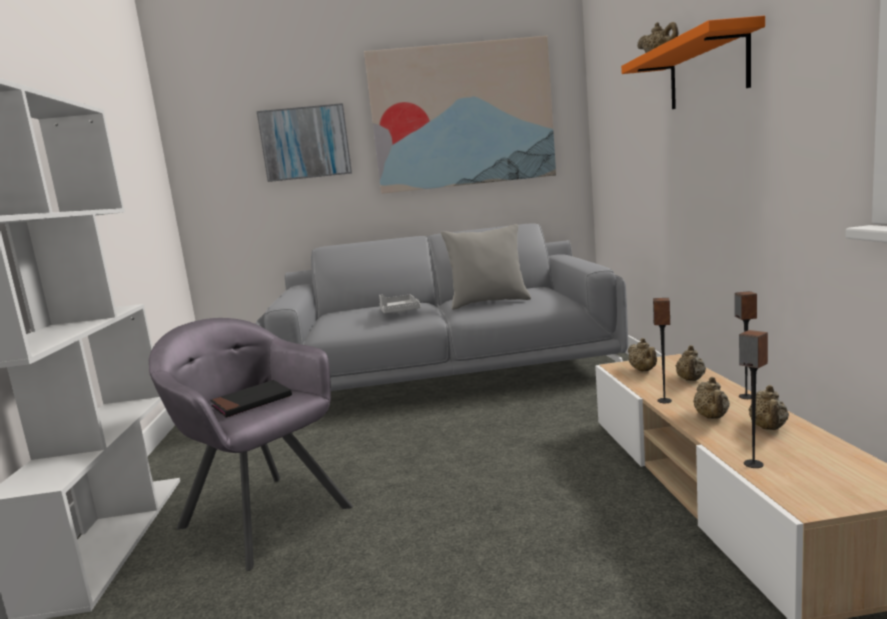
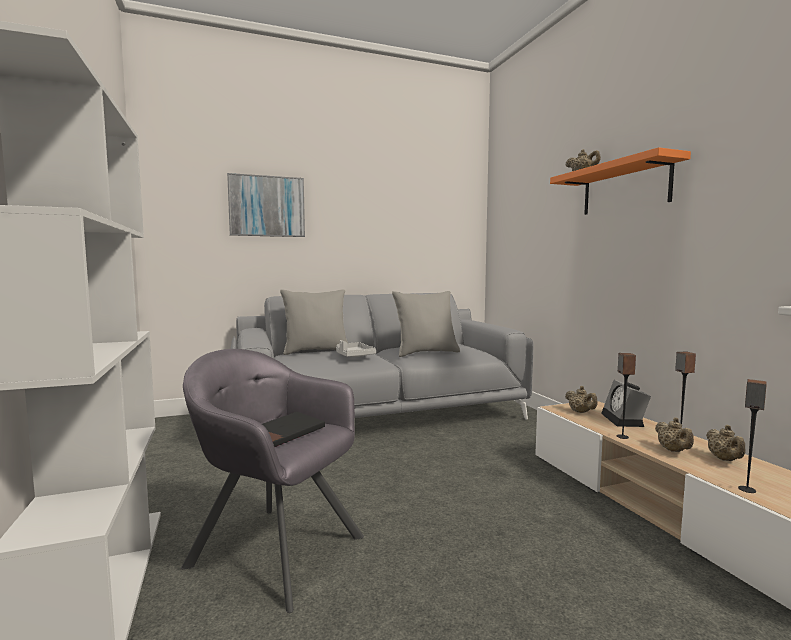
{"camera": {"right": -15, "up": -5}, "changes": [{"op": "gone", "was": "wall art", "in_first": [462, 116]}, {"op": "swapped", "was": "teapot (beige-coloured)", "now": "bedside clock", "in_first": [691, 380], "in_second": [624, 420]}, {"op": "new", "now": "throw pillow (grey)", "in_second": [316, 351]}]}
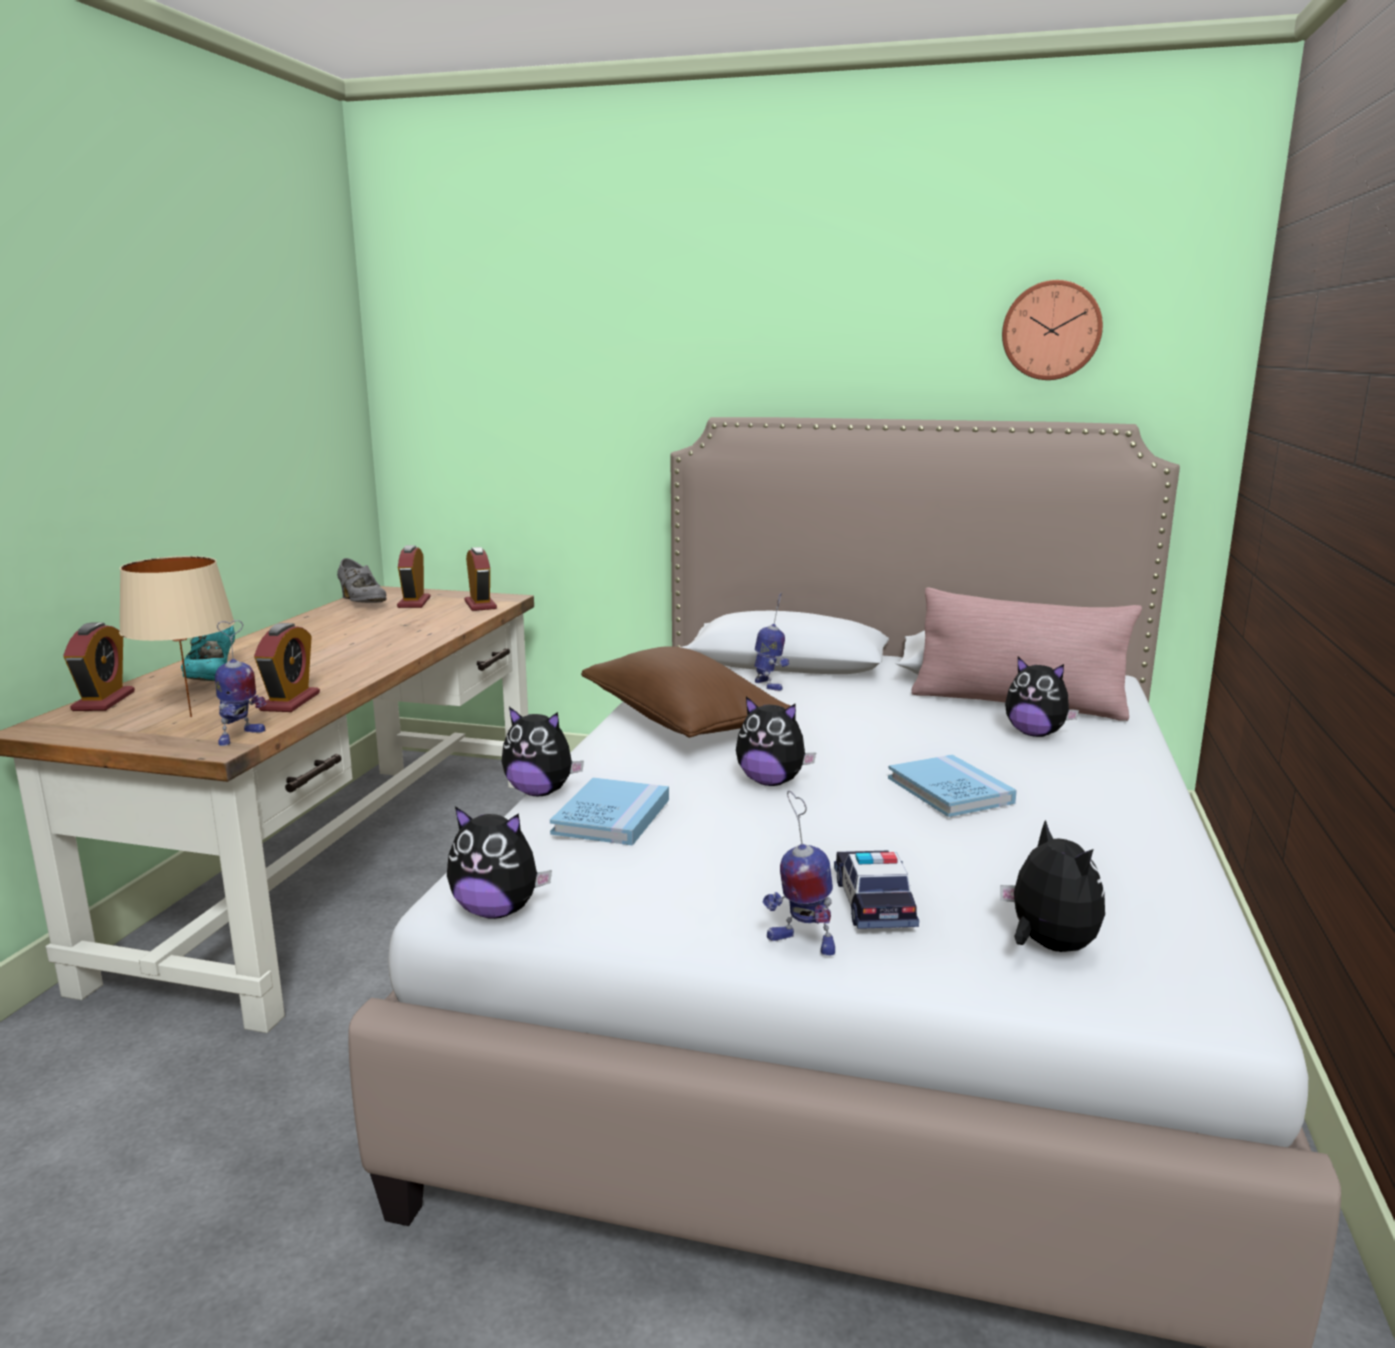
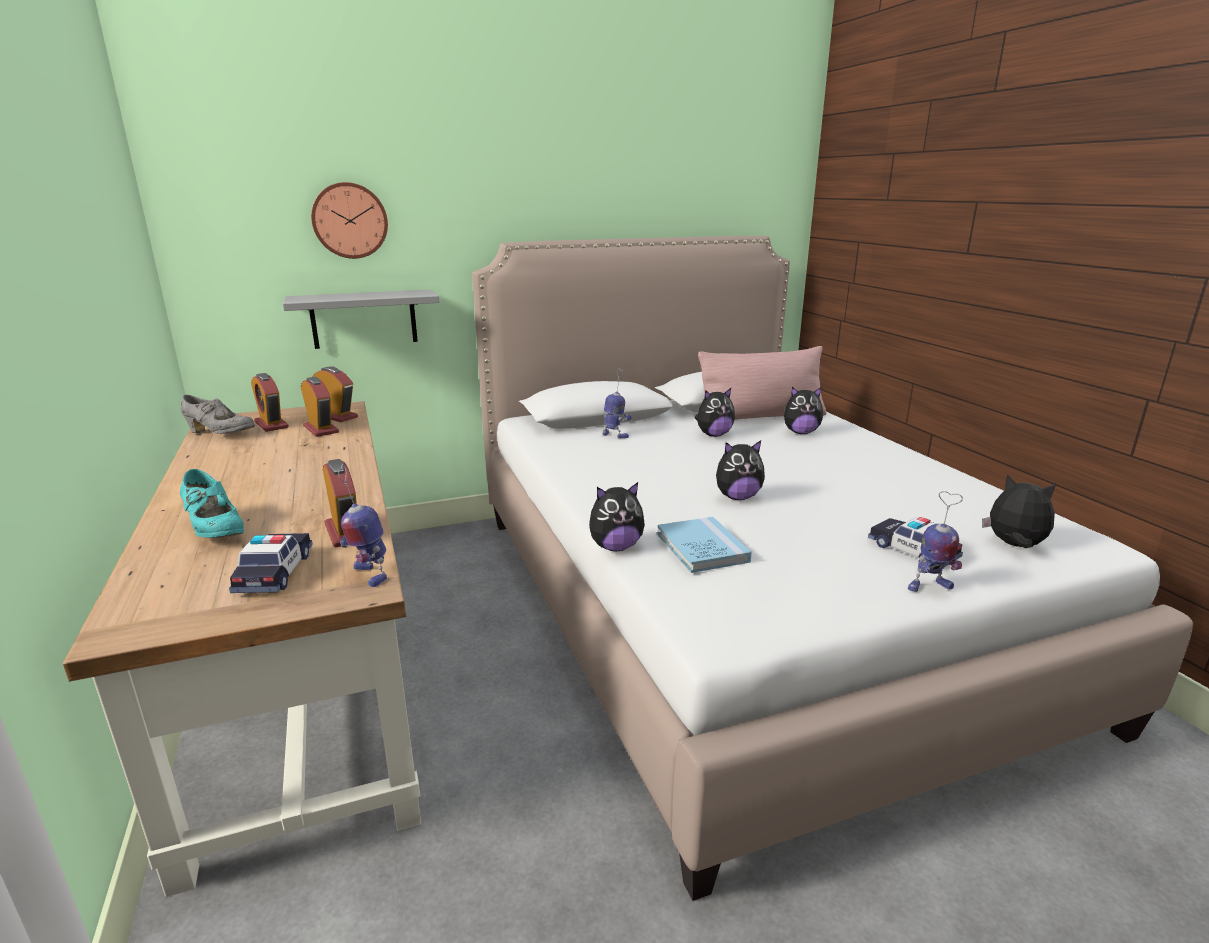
{"camera": {"right": -35, "up": 5}, "changes": [{"op": "shifted", "was": "hanging clock", "in_first": [1051, 330], "in_second": [350, 220]}, {"op": "swapped", "was": "table lamp (beige-coloured)", "now": "toy car", "in_first": [189, 717], "in_second": [275, 572]}, {"op": "rotated", "was": "toy robot", "in_first": [240, 737], "in_second": [368, 574], "clockwise": 150}, {"op": "shifted", "was": "bedside clock", "in_first": [103, 701], "in_second": [321, 429]}, {"op": "gone", "was": "throw pillow (brownish)", "in_first": [682, 722]}, {"op": "gone", "was": "book (blue)", "in_first": [949, 790]}, {"op": "shifted", "was": "plush toy", "in_first": [497, 911], "in_second": [713, 435]}, {"op": "new", "now": "bracket shelf (grey)", "in_second": [364, 319]}]}
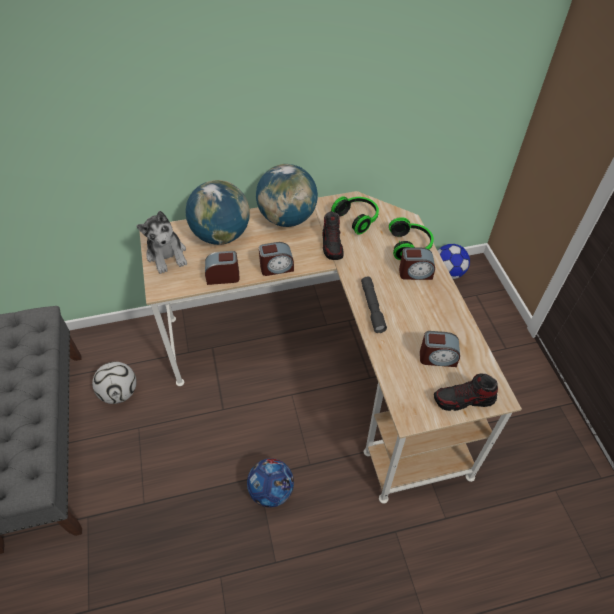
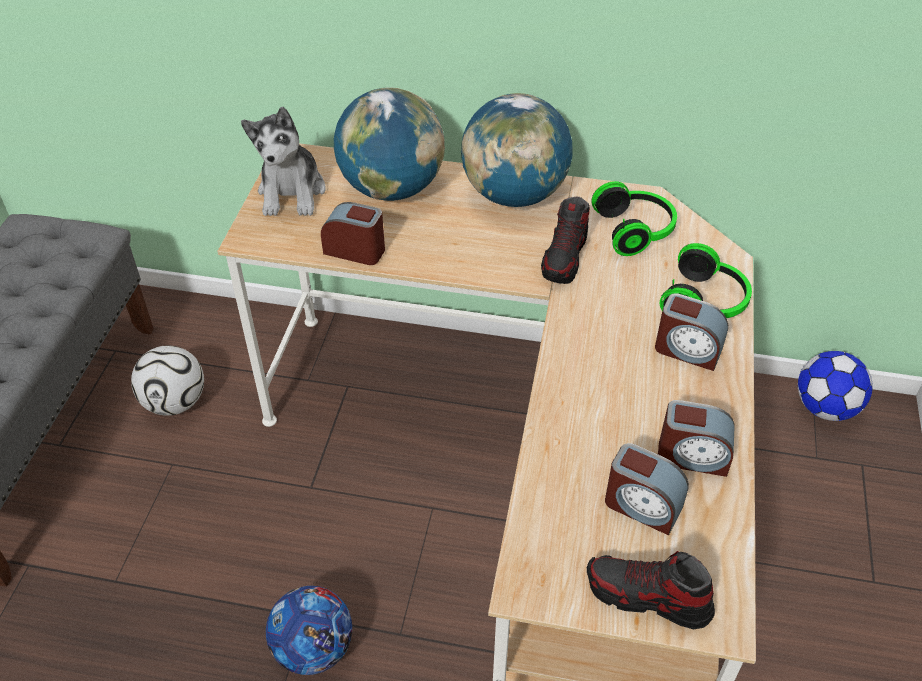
{"camera": {"right": 25, "up": -5}, "changes": [{"op": "shifted", "was": "bedside clock", "in_first": [276, 267], "in_second": [692, 456]}, {"op": "gone", "was": "flashlight (grey)", "in_first": [372, 307]}]}
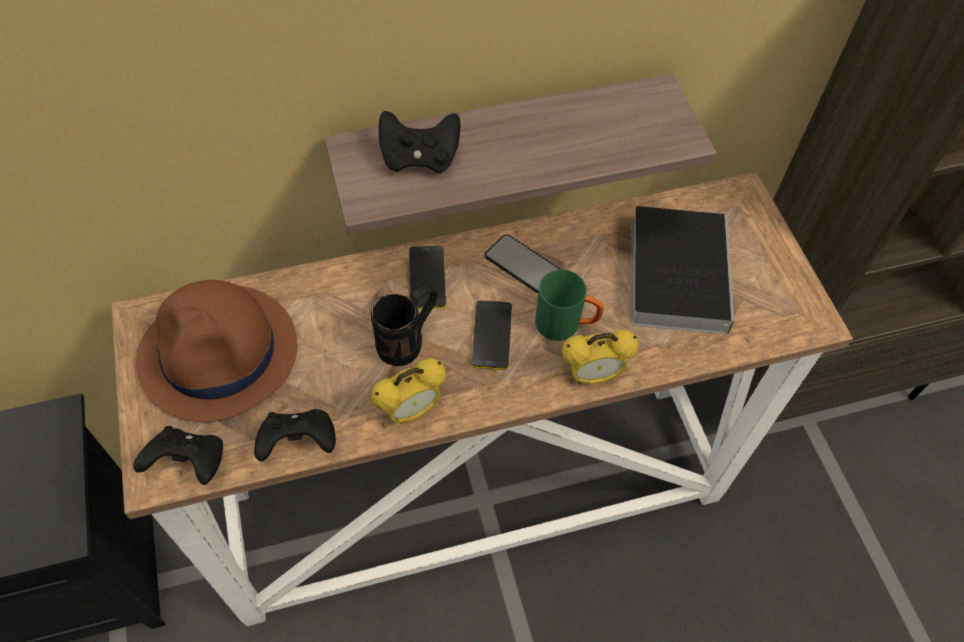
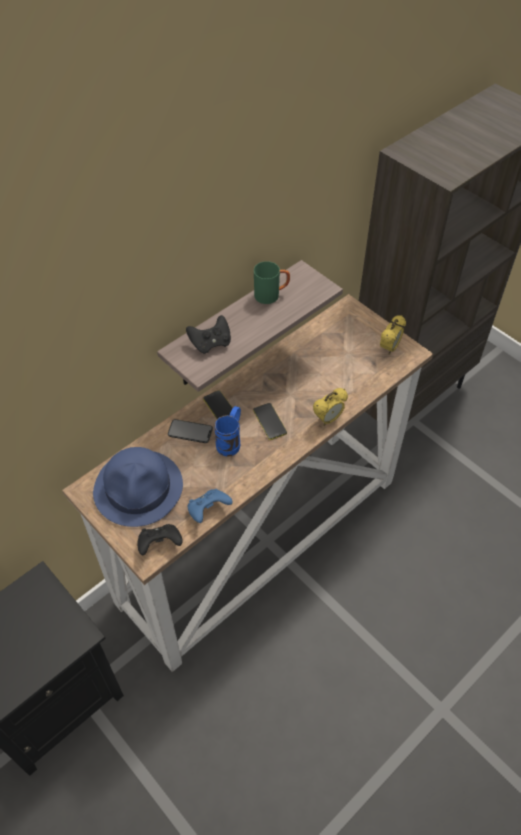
{"camera": {"right": -25, "up": -5}, "changes": [{"op": "gone", "was": "book", "in_first": [676, 271]}, {"op": "shifted", "was": "telephone", "in_first": [522, 264], "in_second": [190, 431]}, {"op": "shifted", "was": "mug (green-coloured)", "in_first": [566, 325], "in_second": [271, 295]}, {"op": "repainted", "was": "wearable hat (brownish)", "now": "wearable hat (blue)", "in_first": [220, 353], "in_second": [139, 488]}, {"op": "repainted", "was": "mug (black-coloured)", "now": "mug (blue)", "in_first": [408, 342], "in_second": [231, 442]}, {"op": "shifted", "was": "bedside clock", "in_first": [411, 411], "in_second": [389, 348]}, {"op": "repainted", "was": "game controller (black-coloured)", "now": "game controller (blue)", "in_first": [299, 443], "in_second": [208, 510]}]}
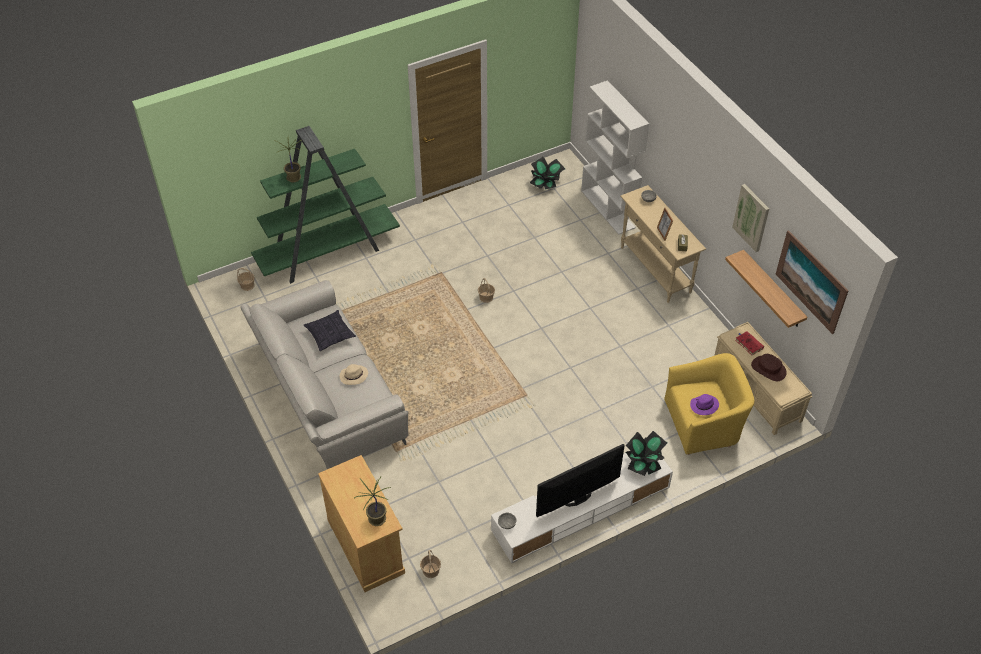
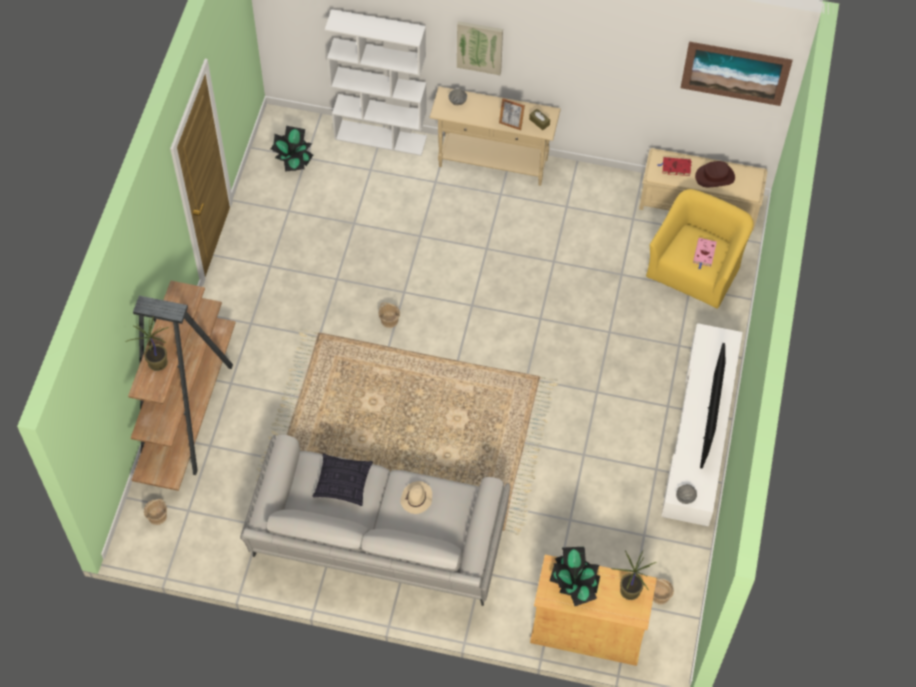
{"camera": {"right": -50, "up": 10}, "changes": [{"op": "repainted", "was": "bookshelf (green-coloured)", "now": "bookshelf (brownish)", "in_first": [328, 252], "in_second": [188, 411]}, {"op": "shifted", "was": "wall art", "in_first": [751, 217], "in_second": [479, 47]}, {"op": "gone", "was": "bracket shelf", "in_first": [772, 290]}, {"op": "swapped", "was": "wearable hat (purple-coloured)", "now": "book (pink-coloured)", "in_first": [704, 406], "in_second": [704, 254]}, {"op": "shifted", "was": "houseplant", "in_first": [643, 462], "in_second": [574, 584]}]}
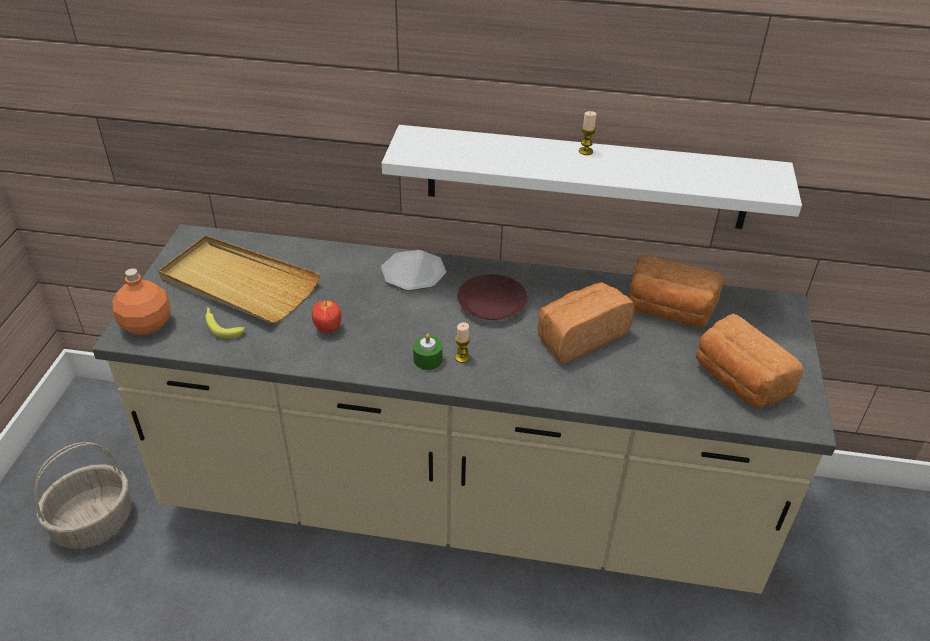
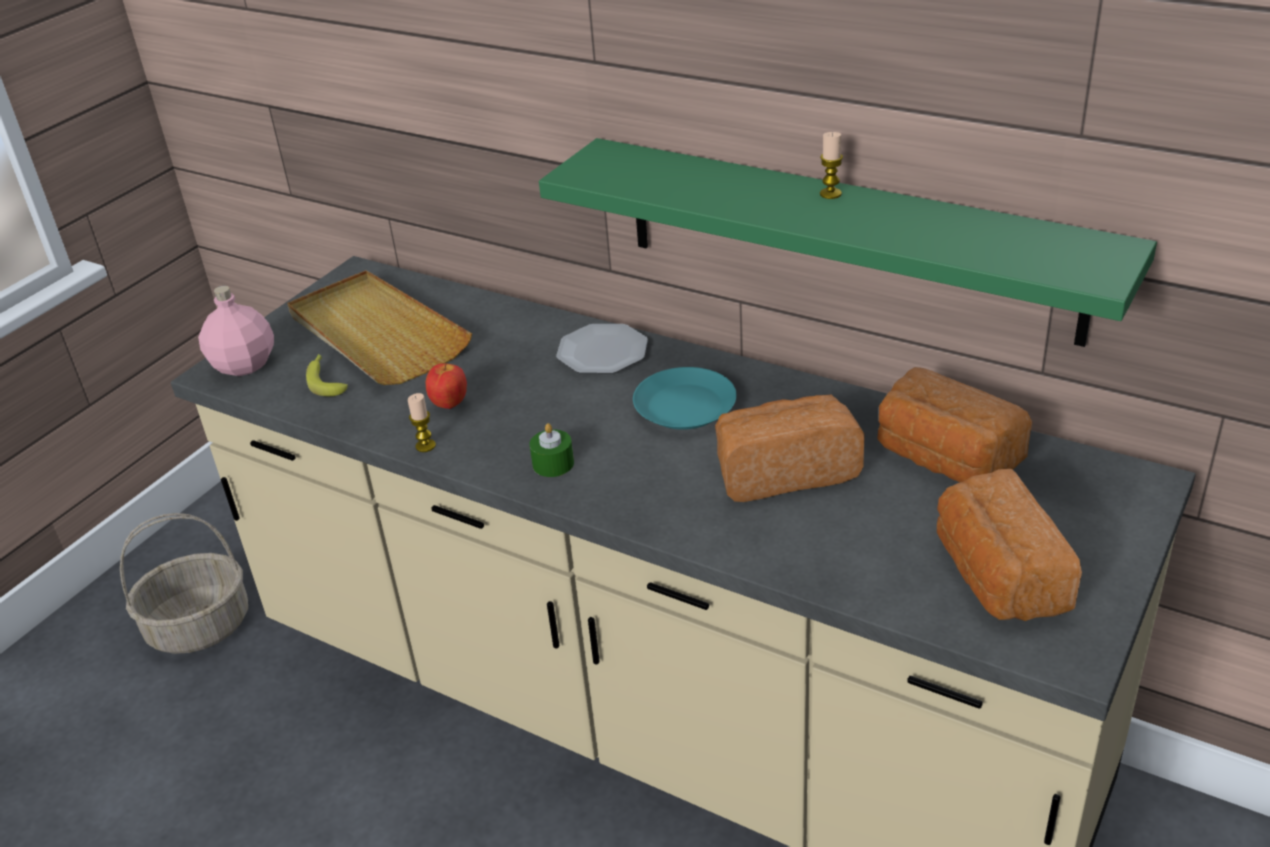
{"camera": {"right": 25, "up": -5}, "changes": [{"op": "repainted", "was": "bracket shelf (whitish)", "now": "bracket shelf (green-coloured)", "in_first": [586, 177], "in_second": [846, 238]}, {"op": "repainted", "was": "drink bottle (orangey)", "now": "drink bottle (pink-coloured)", "in_first": [146, 325], "in_second": [243, 365]}, {"op": "repainted", "was": "flat dish (brownish)", "now": "flat dish (turquoise)", "in_first": [492, 303], "in_second": [686, 407]}, {"op": "shifted", "was": "wax candle", "in_first": [462, 358], "in_second": [425, 446]}]}
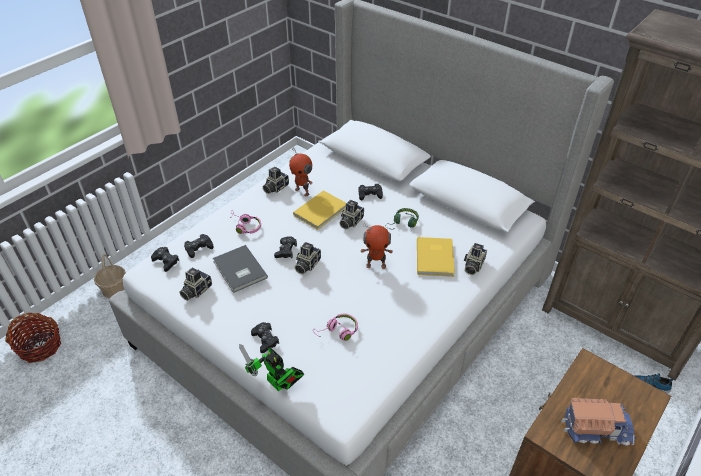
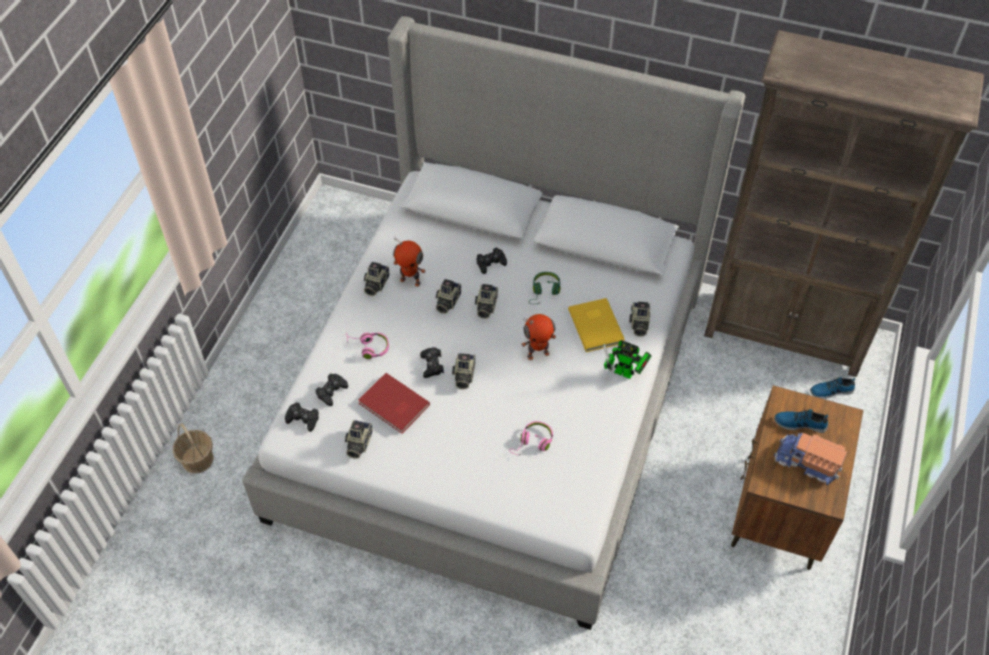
{"camera": {"right": -20, "up": 10}, "changes": [{"op": "swapped", "was": "book (yellow)", "now": "still camera", "in_first": [322, 211], "in_second": [447, 302]}, {"op": "repainted", "was": "book (grey)", "now": "book (red-coloured)", "in_first": [239, 270], "in_second": [393, 406]}, {"op": "gone", "was": "basket", "in_first": [40, 346]}, {"op": "gone", "was": "game controller (black-coloured)", "in_first": [265, 340]}, {"op": "shifted", "was": "toy robot", "in_first": [278, 385], "in_second": [626, 373]}, {"op": "rotated", "was": "model truck", "in_first": [596, 428], "in_second": [807, 463], "clockwise": -135}, {"op": "new", "now": "item of footwear", "in_second": [800, 423]}]}
